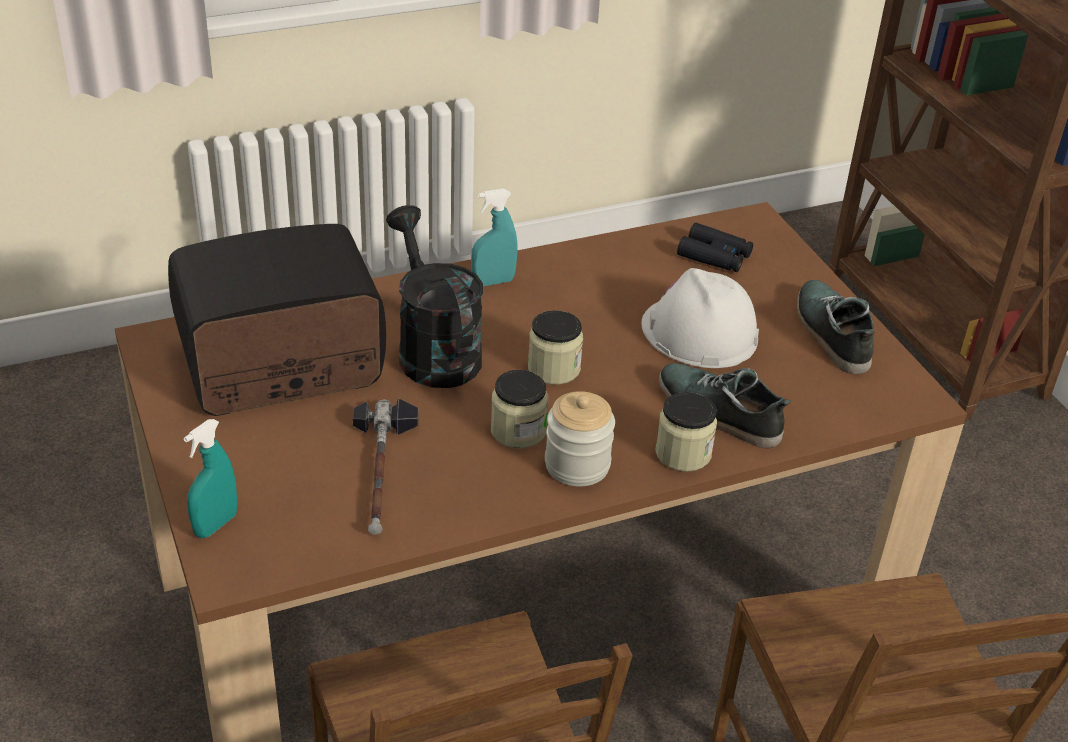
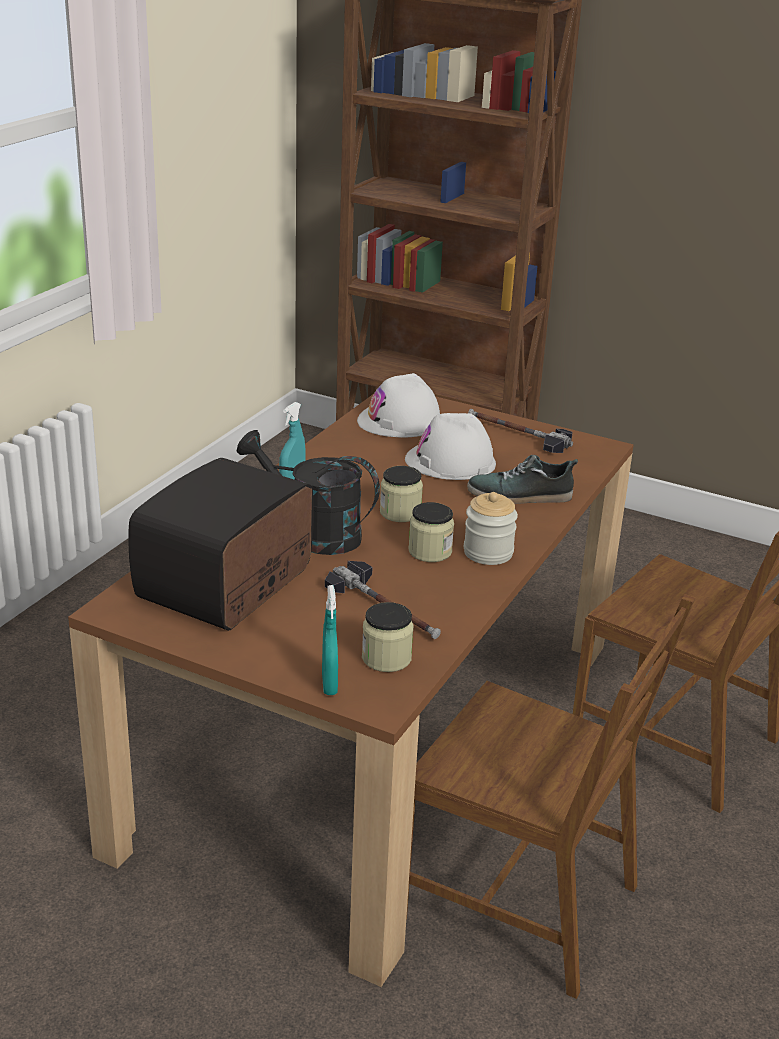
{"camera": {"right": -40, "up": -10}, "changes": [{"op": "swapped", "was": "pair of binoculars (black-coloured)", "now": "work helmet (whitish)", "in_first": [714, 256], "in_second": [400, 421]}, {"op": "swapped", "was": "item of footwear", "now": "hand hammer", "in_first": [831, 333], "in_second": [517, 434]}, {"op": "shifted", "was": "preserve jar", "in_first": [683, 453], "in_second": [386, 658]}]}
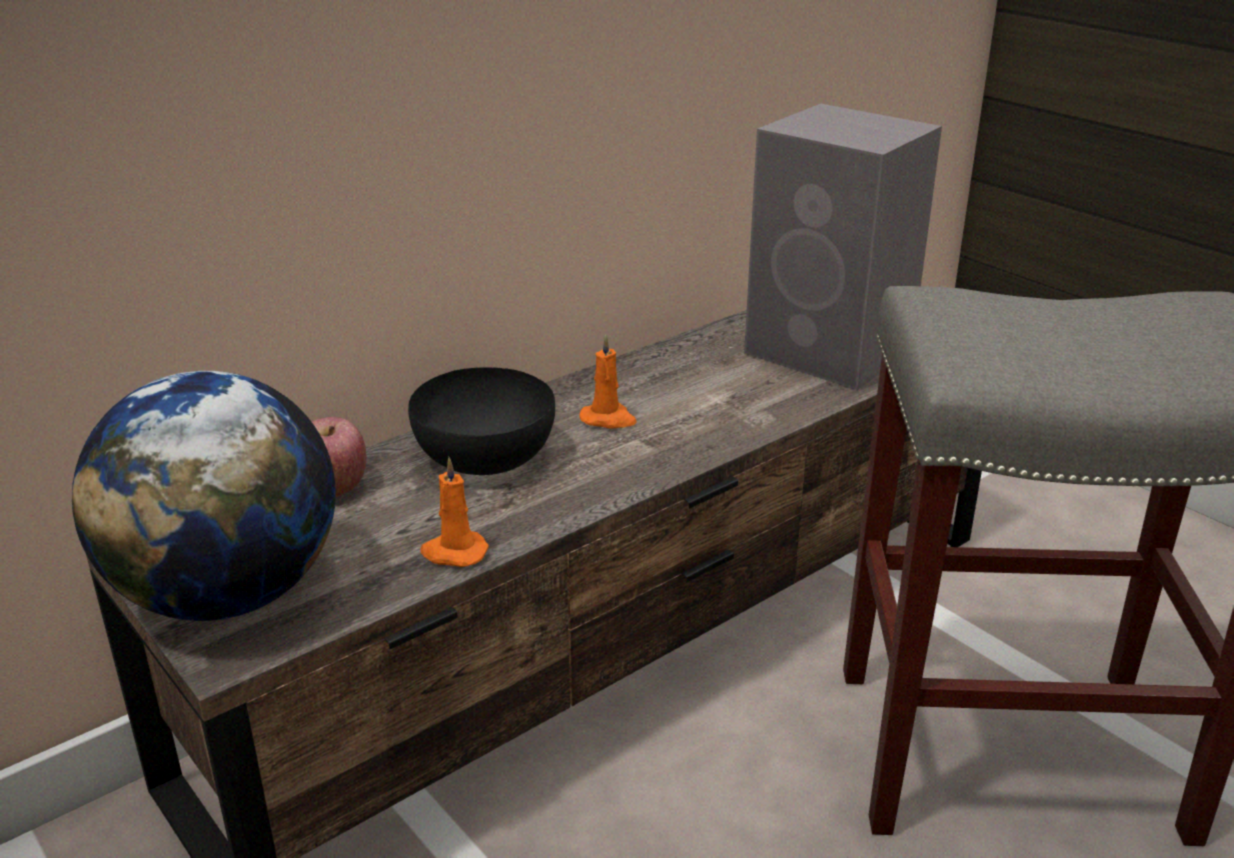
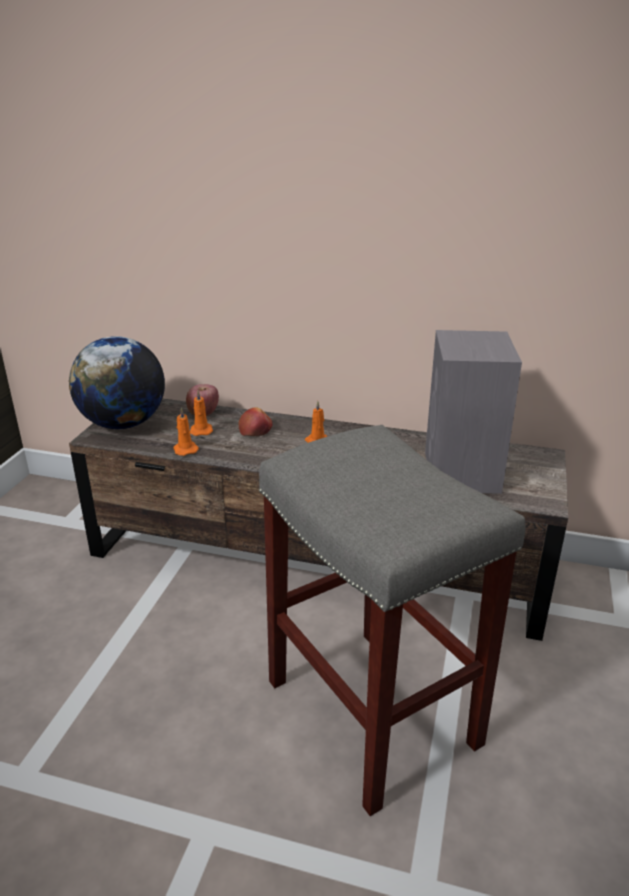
{"camera": {"right": 55, "up": 0}, "changes": [{"op": "swapped", "was": "deep dish (black-coloured)", "now": "apple fruit", "in_first": [483, 456], "in_second": [256, 430]}, {"op": "new", "now": "wax candle (orangey)", "in_second": [201, 430]}]}
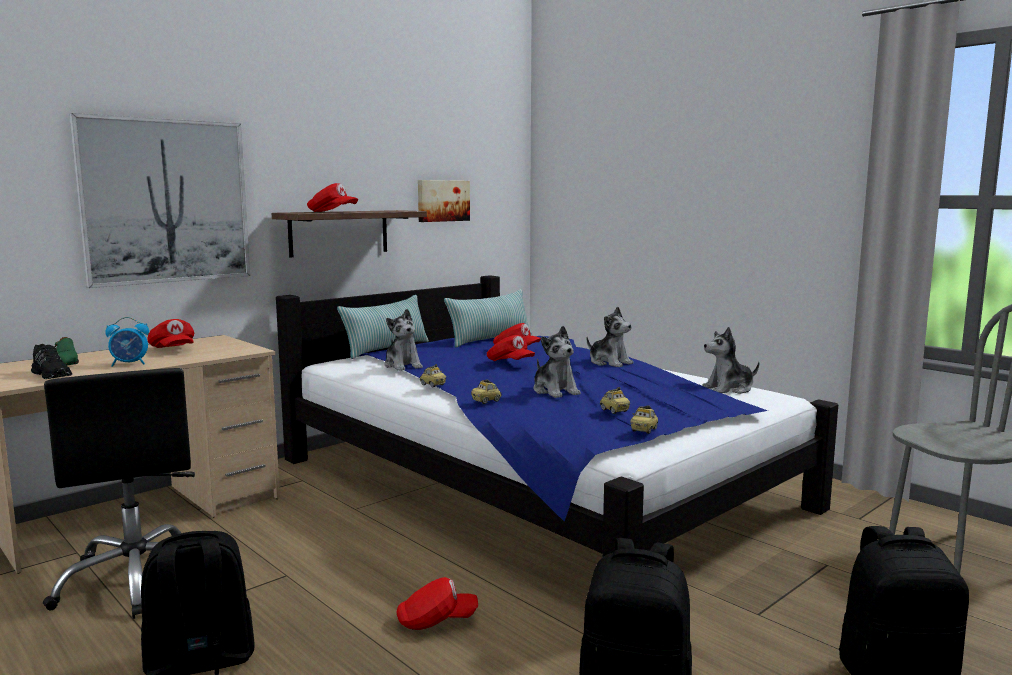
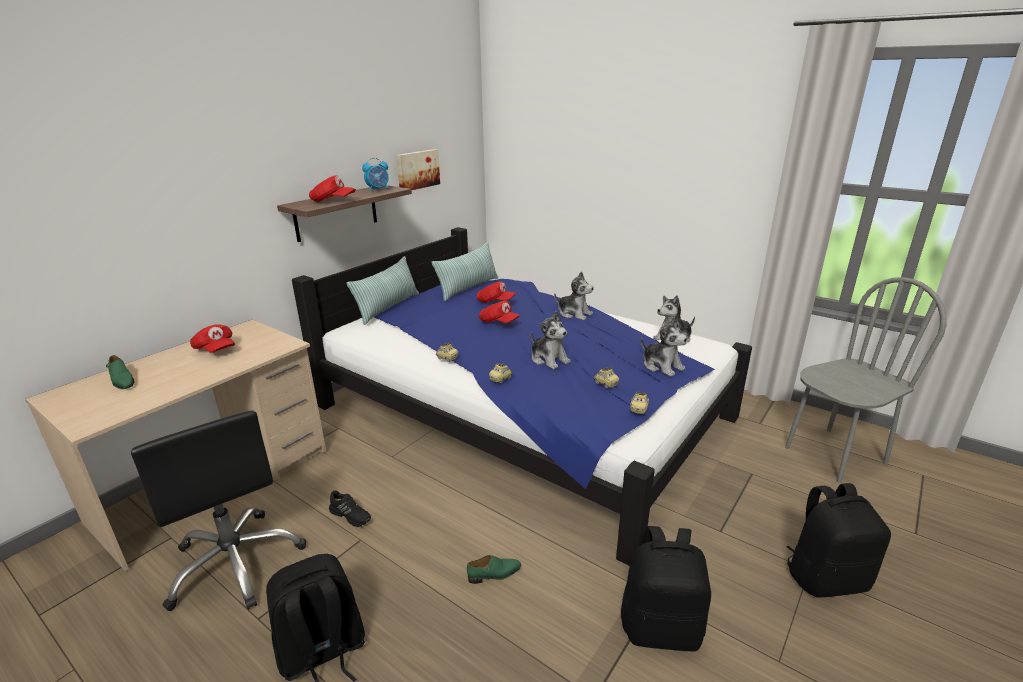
{"camera": {"right": -10, "up": 15}, "changes": [{"op": "gone", "was": "wall art", "in_first": [165, 201]}, {"op": "shifted", "was": "plush toy", "in_first": [403, 365], "in_second": [662, 366]}, {"op": "shifted", "was": "bedside clock", "in_first": [130, 364], "in_second": [378, 190]}, {"op": "shifted", "was": "item of footwear (black-coloured)", "in_first": [52, 374], "in_second": [351, 515]}, {"op": "swapped", "was": "baseball cap (red-coloured)", "now": "item of footwear (green-coloured)", "in_first": [436, 621], "in_second": [494, 574]}]}
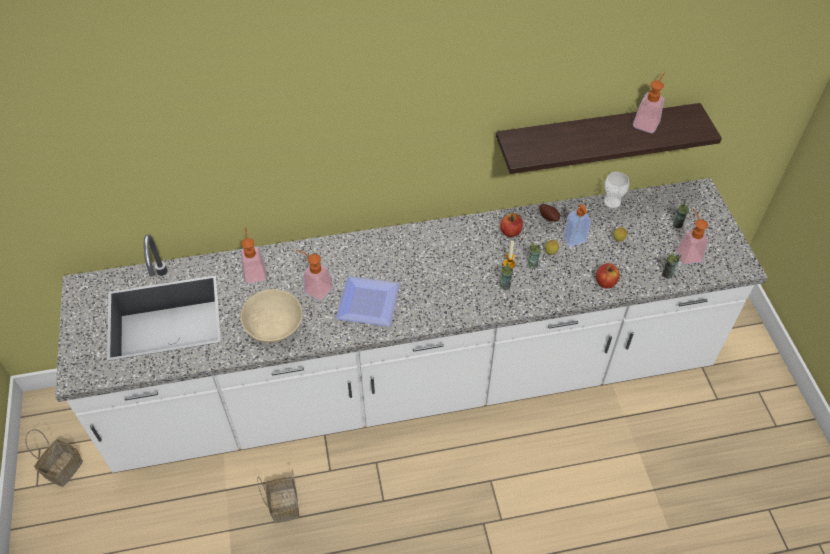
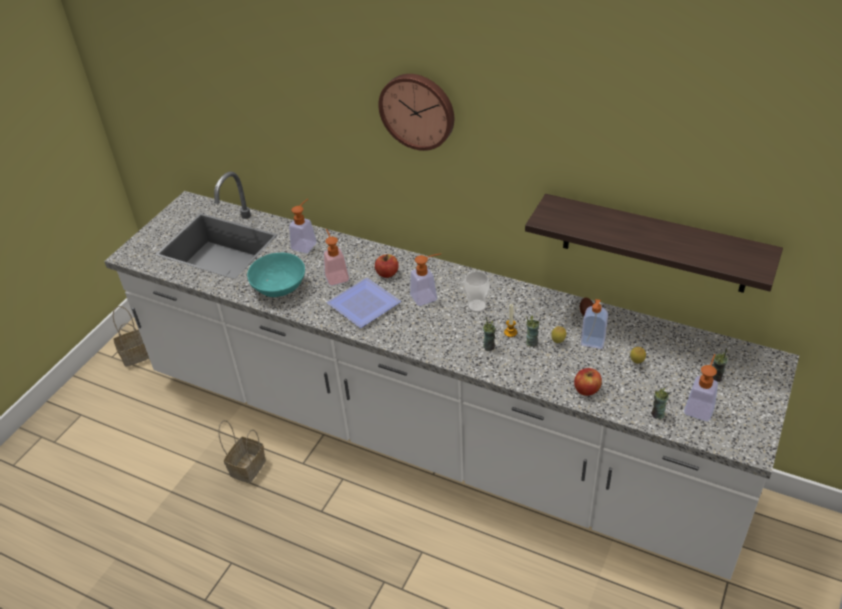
{"camera": {"right": 40, "up": -10}, "changes": [{"op": "shifted", "was": "liquid soap bottle", "in_first": [647, 121], "in_second": [428, 296]}, {"op": "shifted", "was": "drinking cup", "in_first": [612, 202], "in_second": [477, 306]}, {"op": "shifted", "was": "apple fruit", "in_first": [510, 232], "in_second": [387, 273]}, {"op": "repainted", "was": "deep dish (beige-coloured)", "now": "deep dish (turquoise)", "in_first": [274, 327], "in_second": [280, 287]}, {"op": "new", "now": "hanging clock", "in_second": [418, 110]}]}
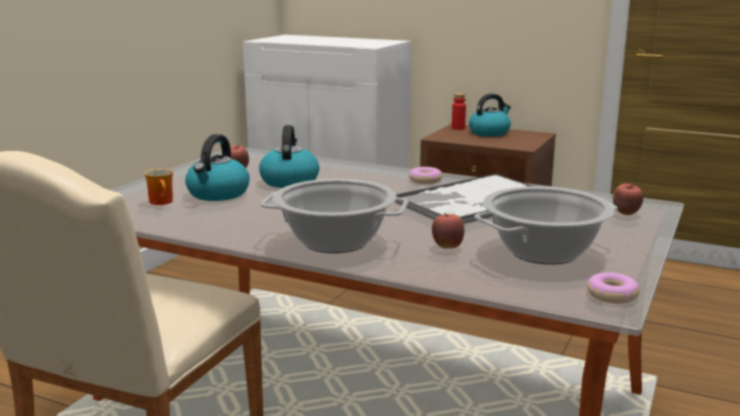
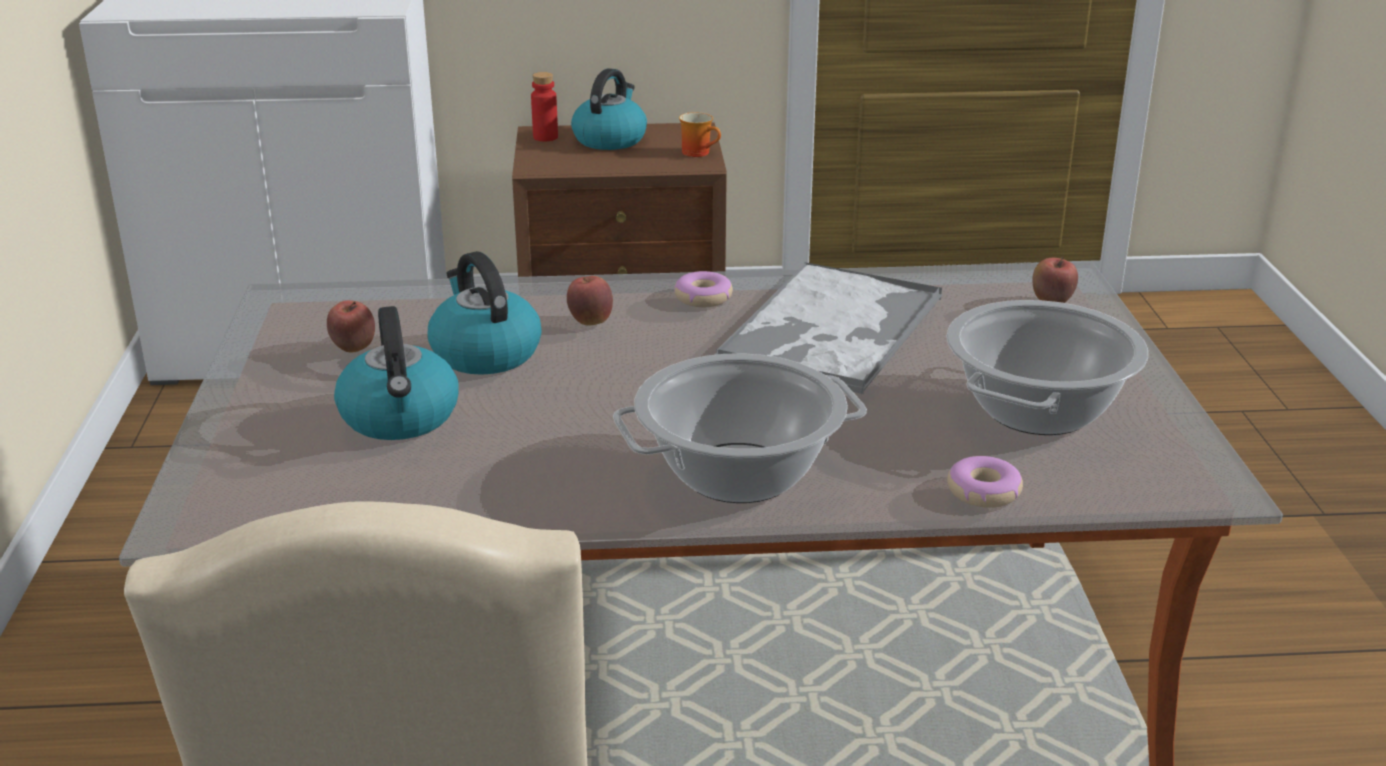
{"camera": {"right": -30, "up": 10}, "changes": [{"op": "shifted", "was": "mug", "in_first": [163, 202], "in_second": [699, 152]}, {"op": "shifted", "was": "apple fruit", "in_first": [447, 247], "in_second": [590, 322]}, {"op": "shifted", "was": "ring doughnut", "in_first": [612, 295], "in_second": [983, 492]}]}
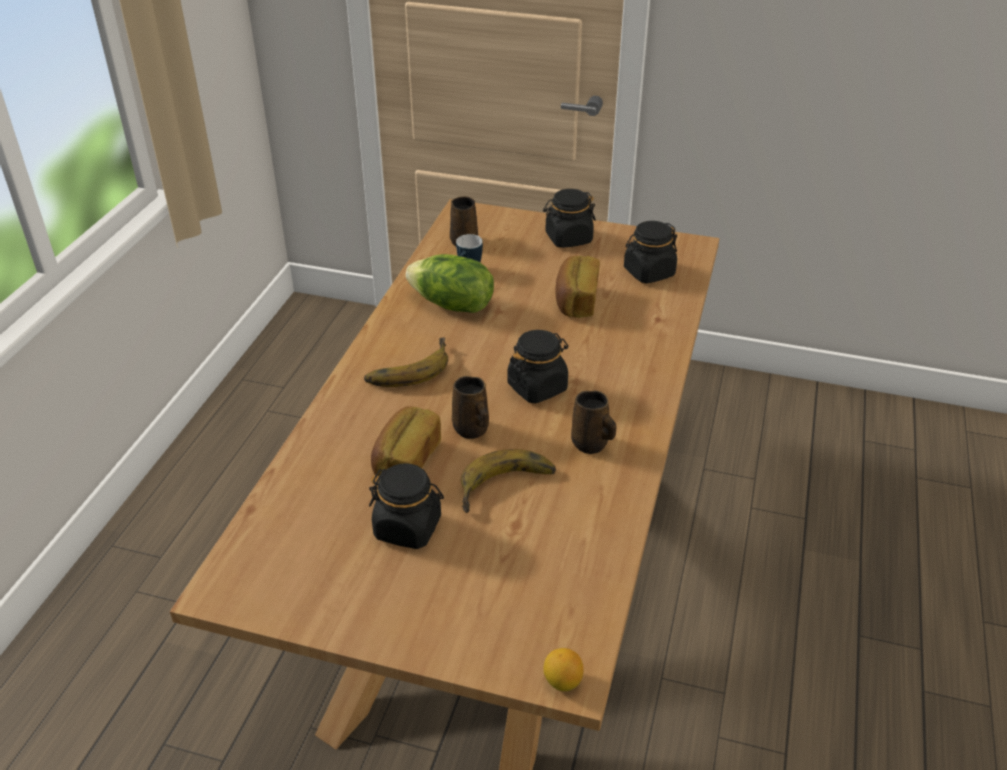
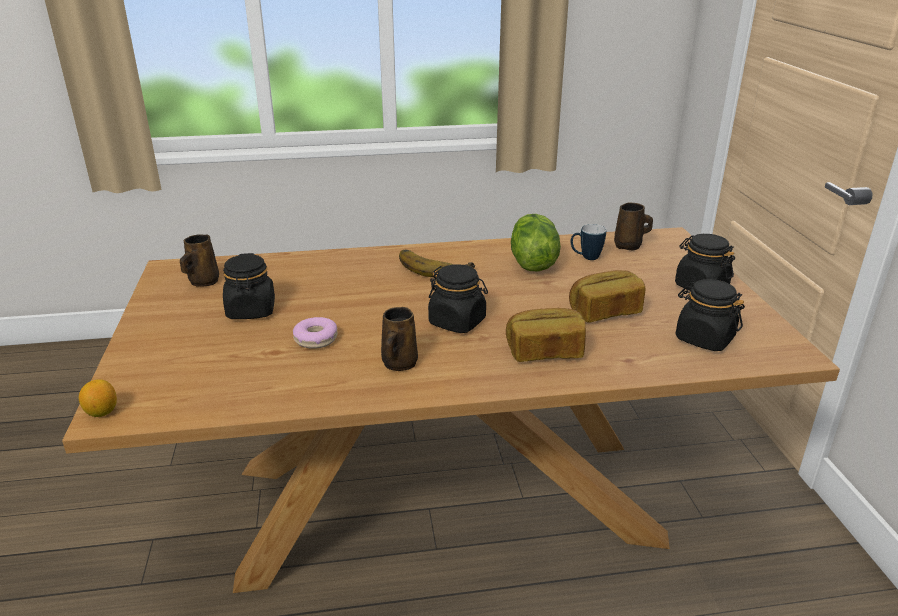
{"camera": {"right": 65, "up": -10}, "changes": [{"op": "shifted", "was": "mug (brownish)", "in_first": [472, 430], "in_second": [203, 282]}, {"op": "shifted", "was": "bread", "in_first": [405, 461], "in_second": [545, 351]}, {"op": "swapped", "was": "whole banana", "now": "ring doughnut", "in_first": [508, 489], "in_second": [316, 339]}]}
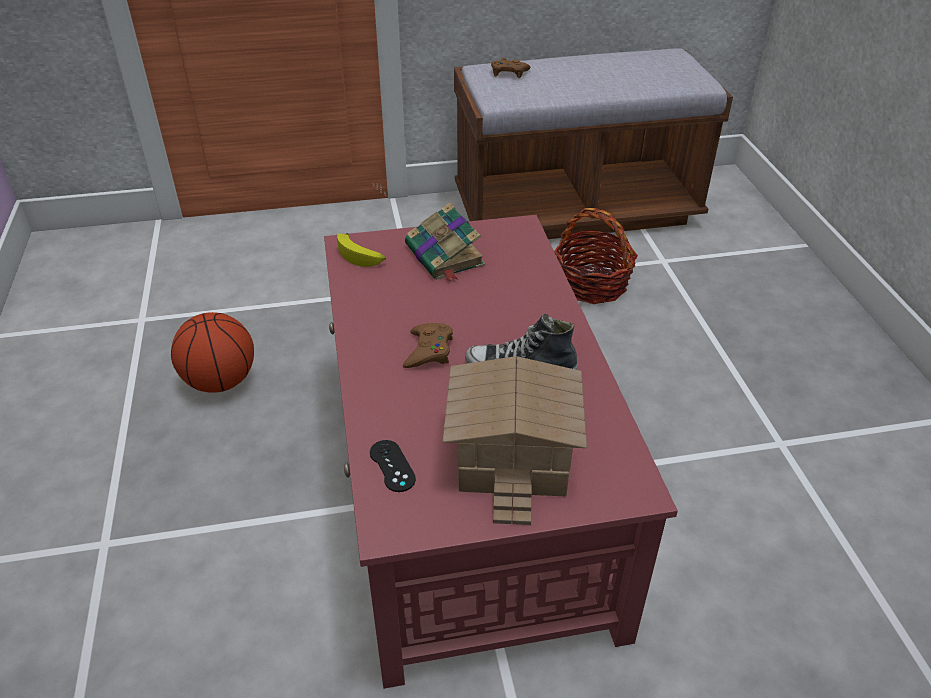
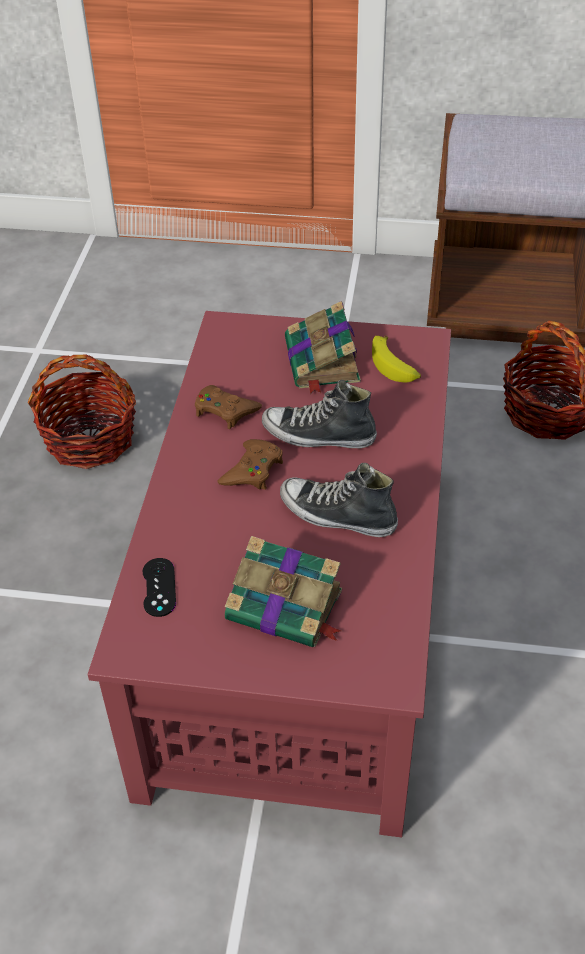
{"camera": {"right": 20, "up": 5}, "changes": [{"op": "shifted", "was": "game controller (brownish)", "in_first": [509, 73], "in_second": [225, 410]}, {"op": "shifted", "was": "whole banana", "in_first": [361, 256], "in_second": [395, 367]}, {"op": "swapped", "was": "basketball", "now": "basket", "in_first": [220, 382], "in_second": [90, 439]}, {"op": "swapped", "was": "toy house", "now": "book", "in_first": [516, 453], "in_second": [287, 606]}, {"op": "new", "now": "item of footwear", "in_second": [318, 435]}]}
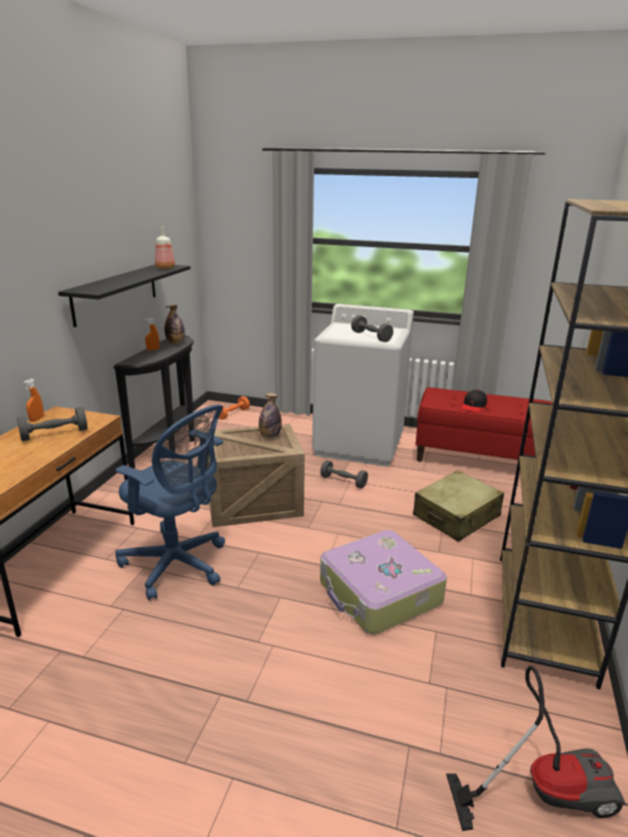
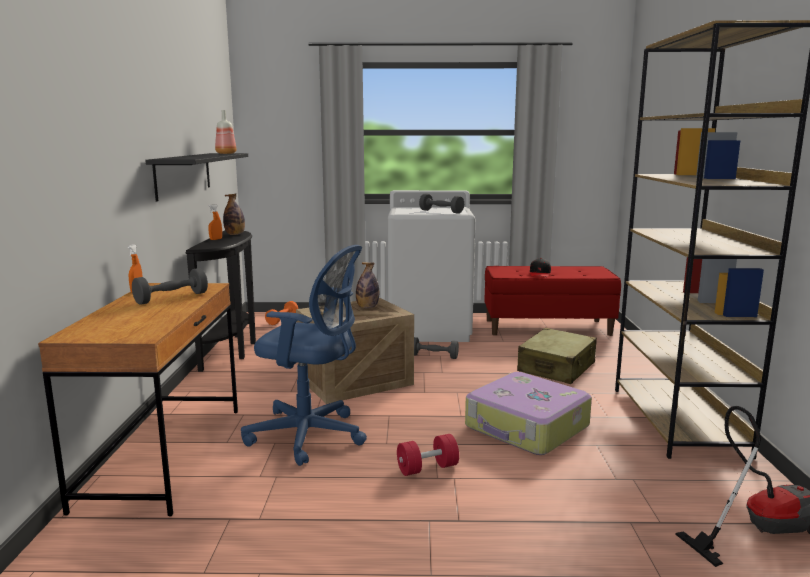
{"camera": {"right": -15, "up": -10}, "changes": [{"op": "new", "now": "dumbbell (red-coloured)", "in_second": [427, 468]}]}
